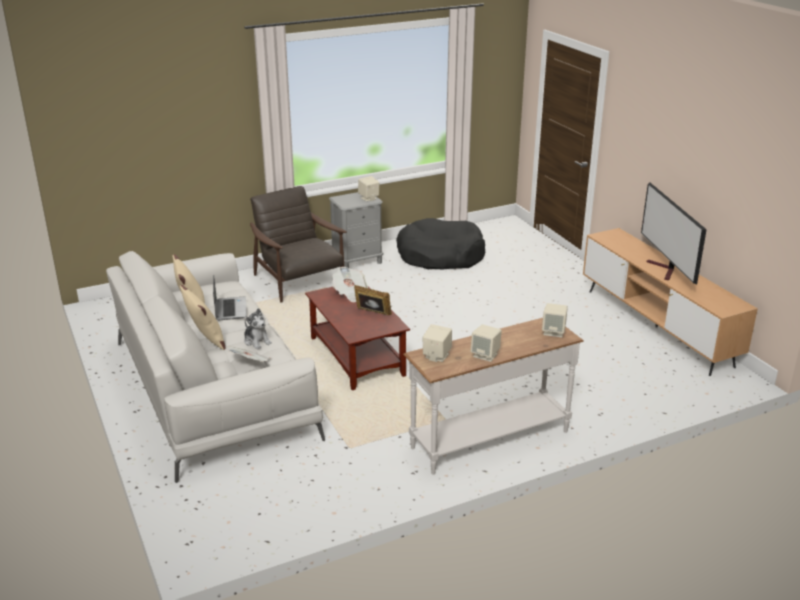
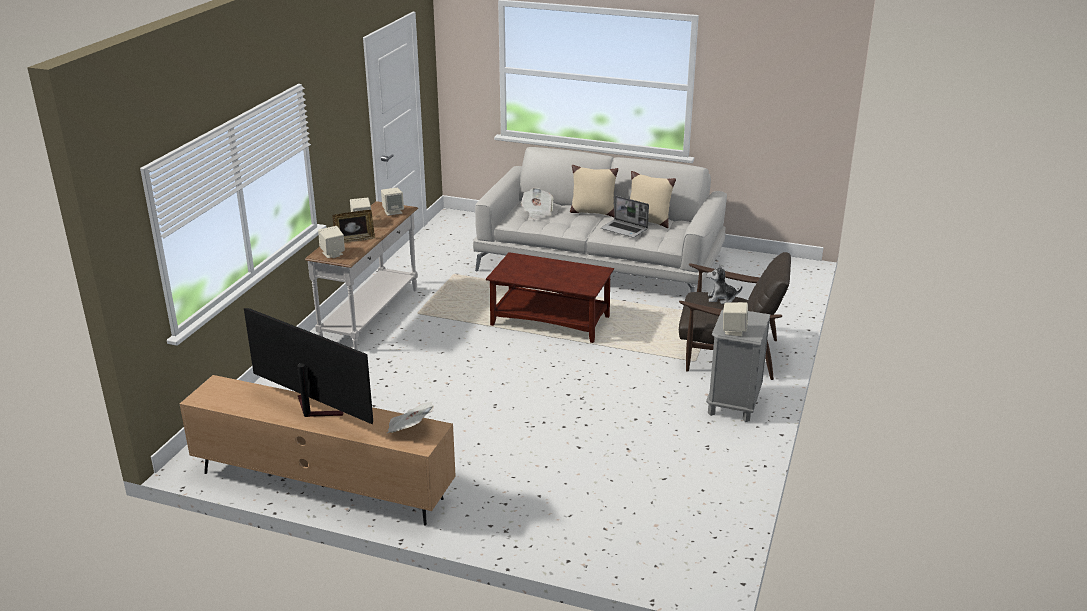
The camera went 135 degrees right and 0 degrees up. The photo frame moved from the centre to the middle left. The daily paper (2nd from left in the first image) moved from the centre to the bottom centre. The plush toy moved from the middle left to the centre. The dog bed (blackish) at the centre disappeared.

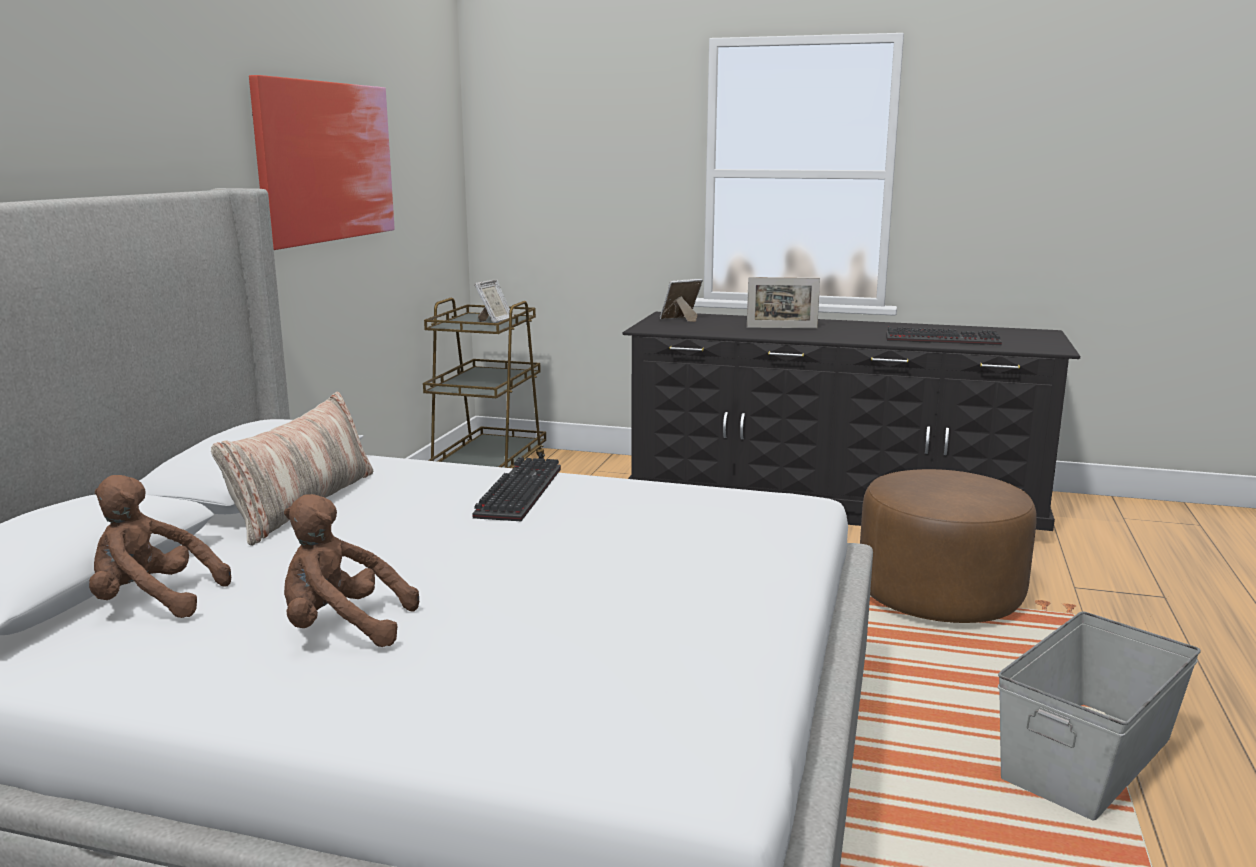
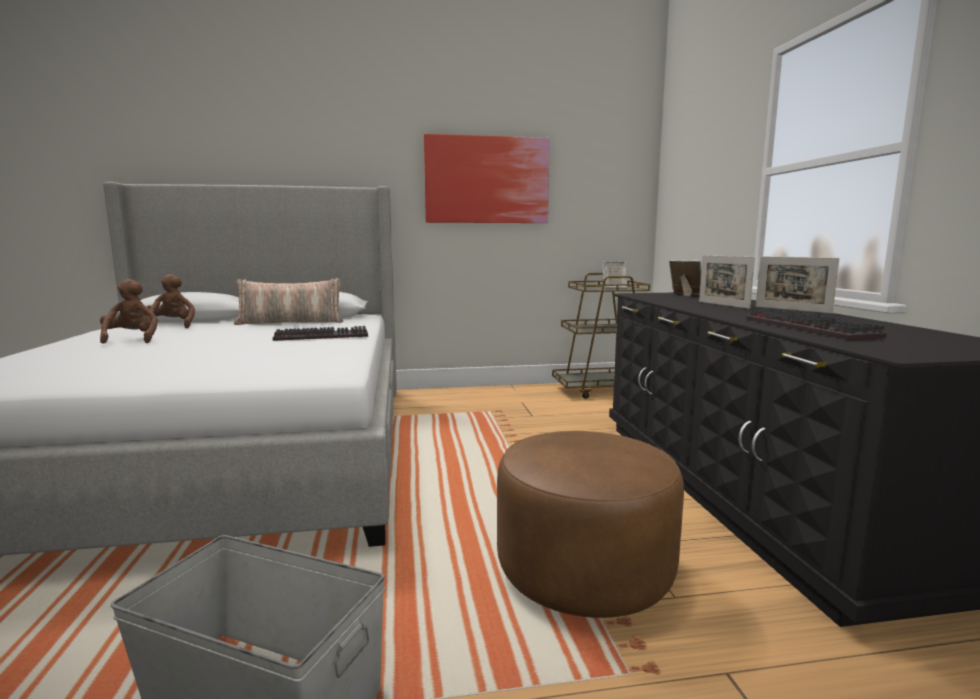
The camera went 65 degrees right and 5 degrees down. The photo frame (4th from left) at the middle right appeared.

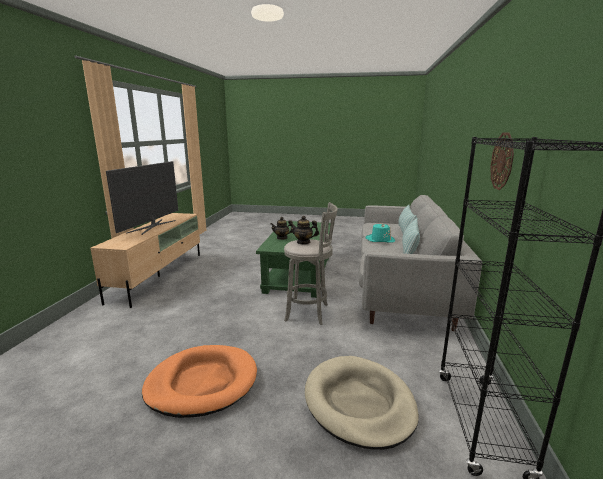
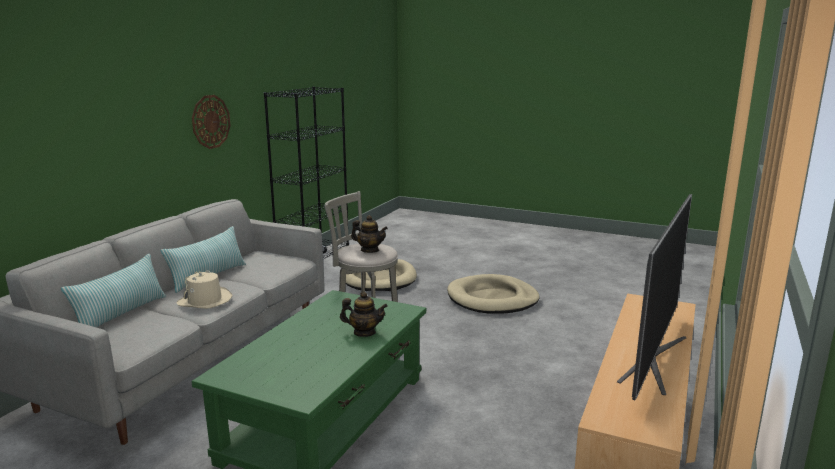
The camera went 165 degrees left and 0 degrees up. The clothing hat (blue-green) at the centre became the clothing hat (beige-coloured) at the middle left. The dog bed (orange-coloured) at the bottom left became the dog bed (beige-coloured) (2nd from left) at the centre.

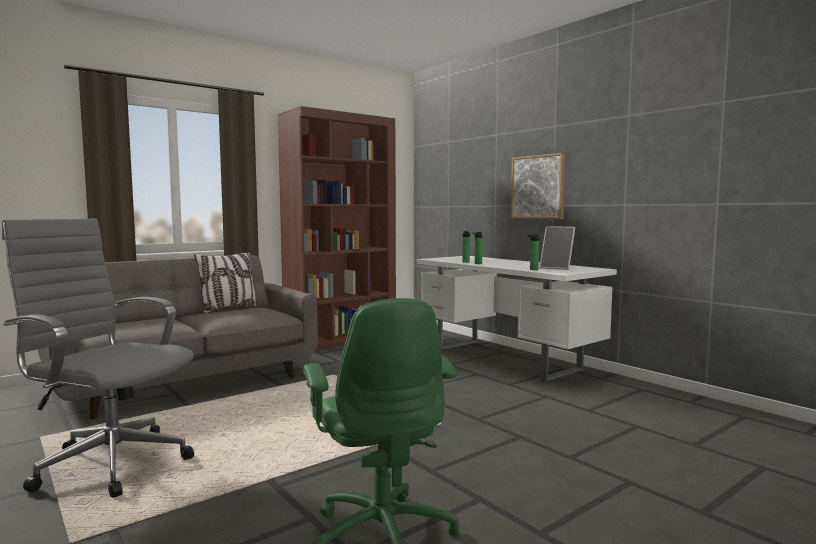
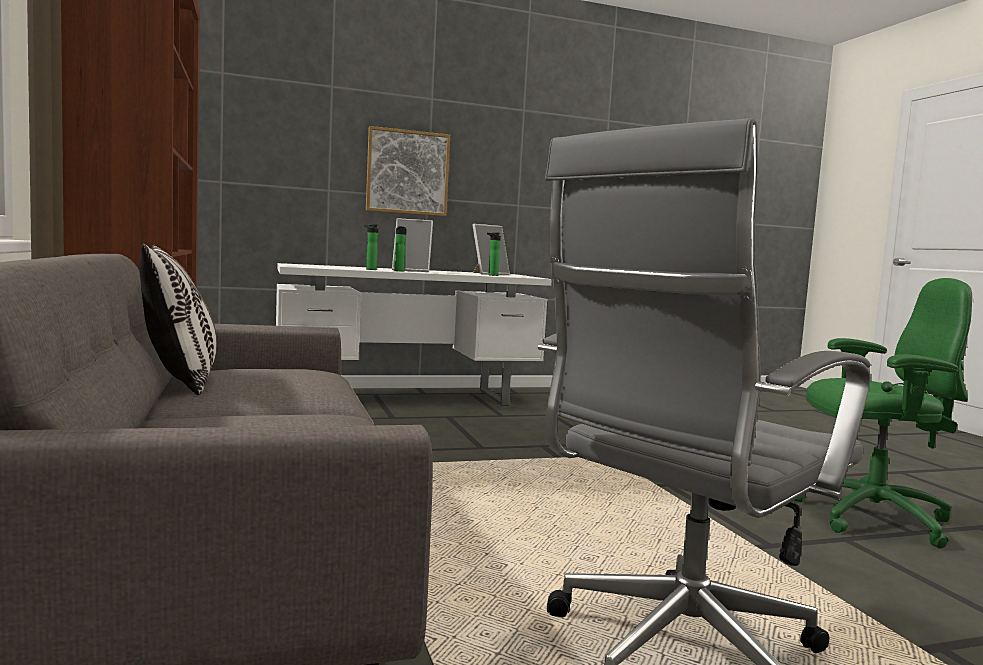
The camera went 70 degrees left and 0 degrees up. The photo frame (1st from left) at the centre appeared.

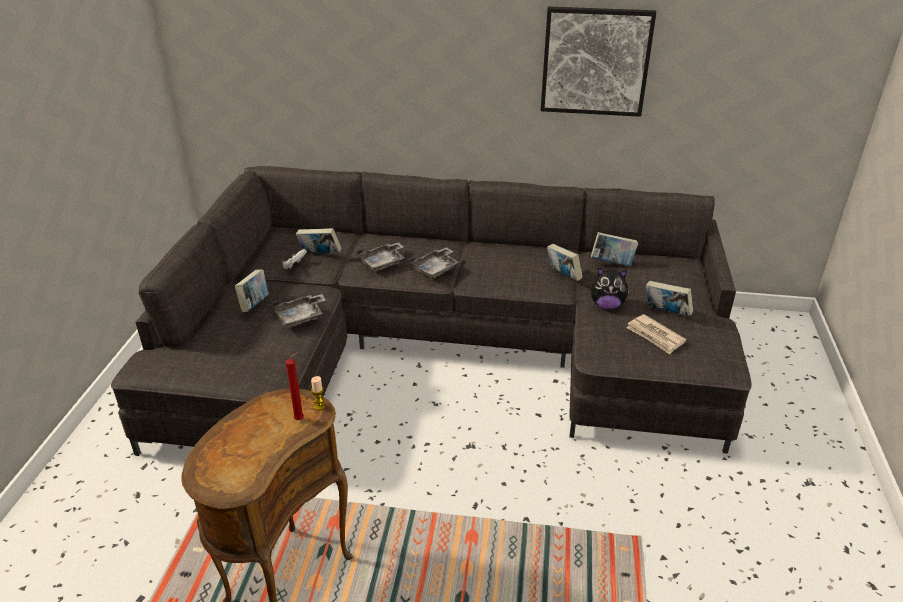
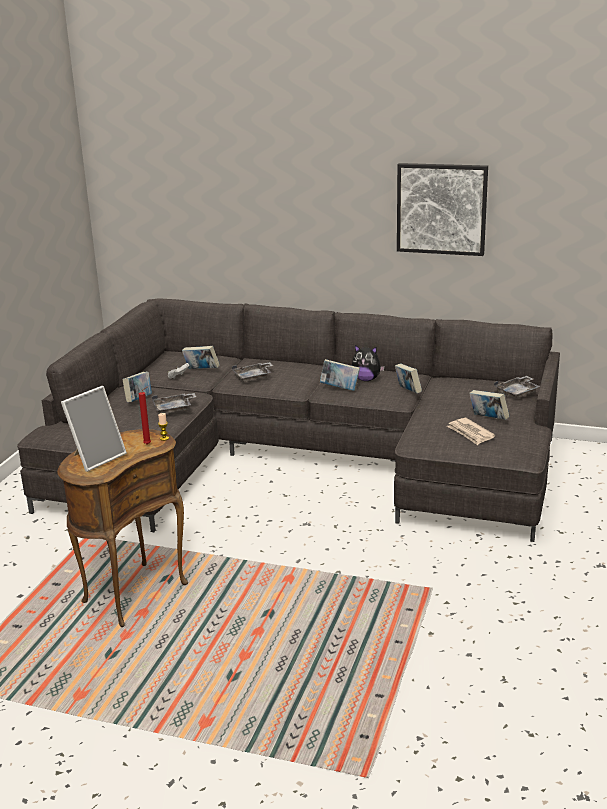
The camera went 10 degrees right and 10 degrees down. The photo frame at the middle left appeared. The book (4th from left in the first image) moved from the middle right to the centre. The plush toy moved from the middle right to the centre. The serving tray (gray) (3rd from left) moved from the centre to the middle right.

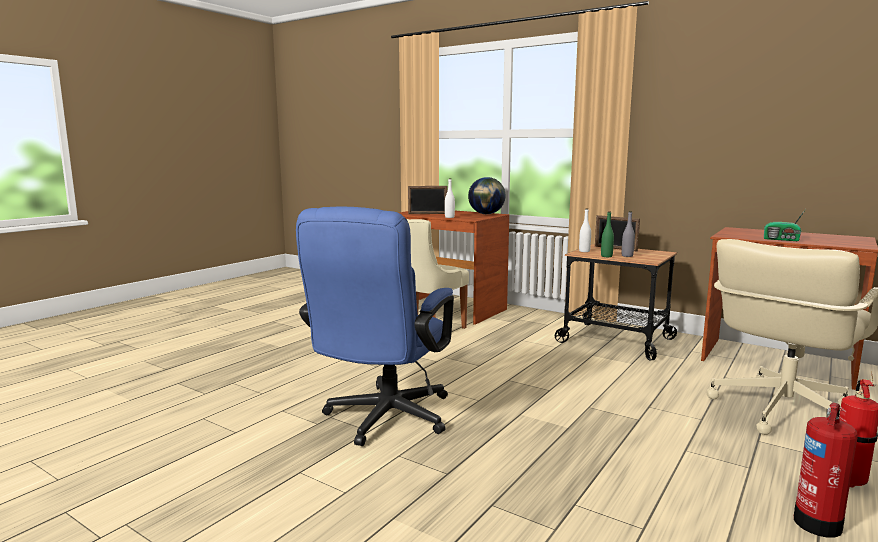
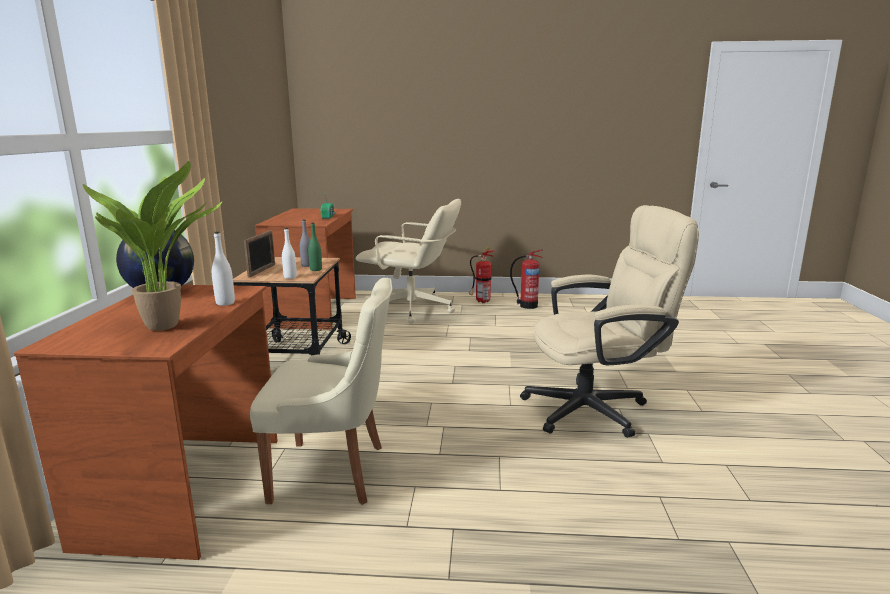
The camera went 120 degrees left and 5 degrees up. The photo frame (1st from left) at the centre was replaced by the houseplant at the middle left. The computer chair (bluish) at the centre became the computer chair (beige-coloured) (2nd from left) at the middle right.

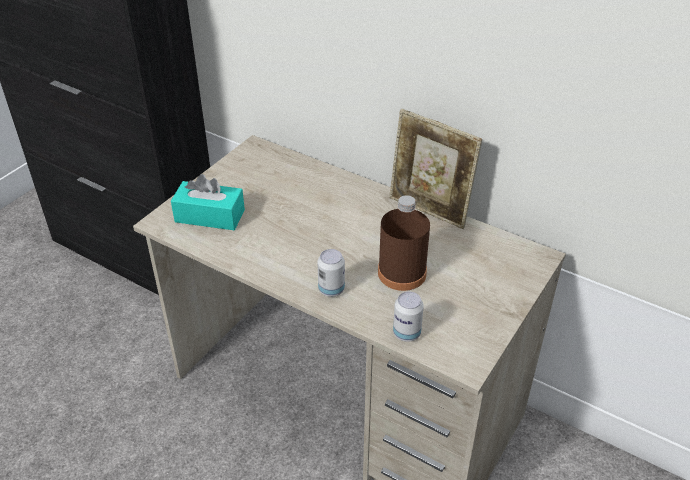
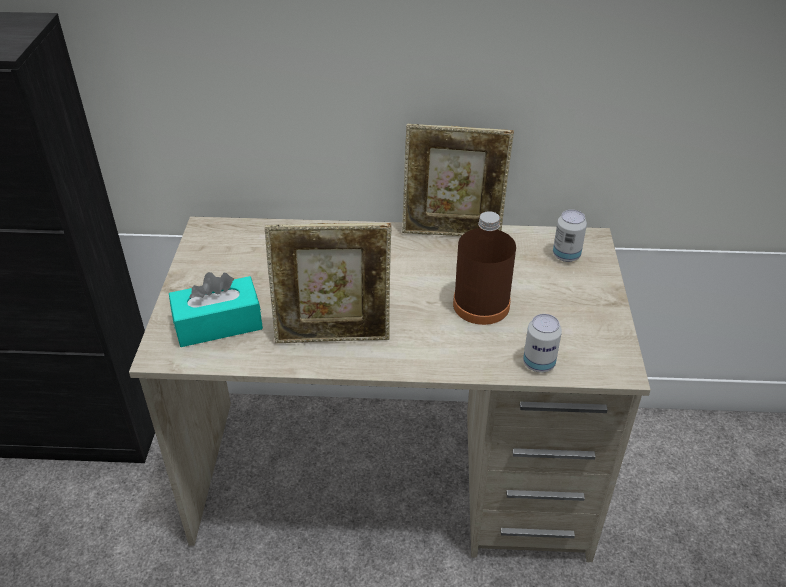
The camera went 30 degrees left and 0 degrees up. The photo frame (1st from left) at the centre appeared. The can (1st from left in the first image) moved from the centre to the middle right.

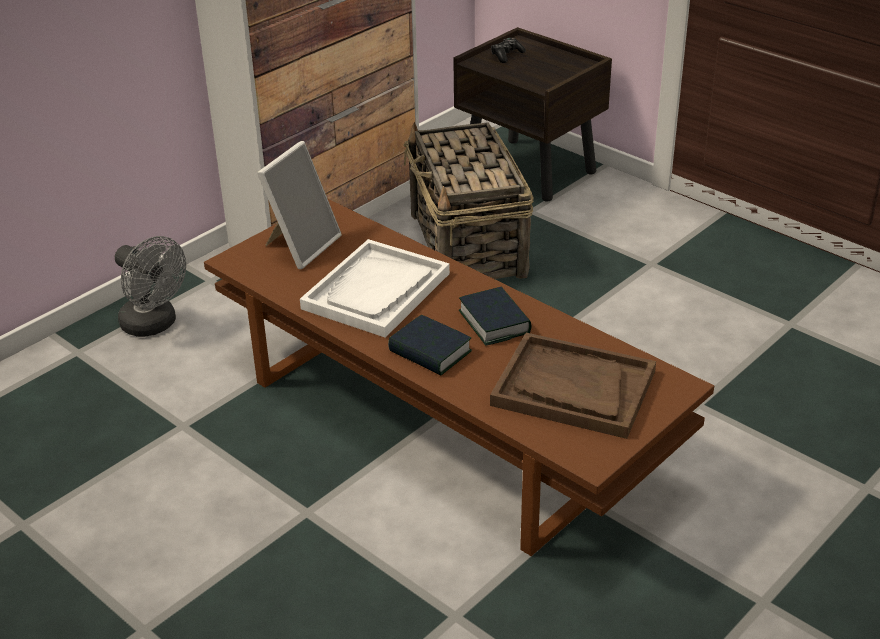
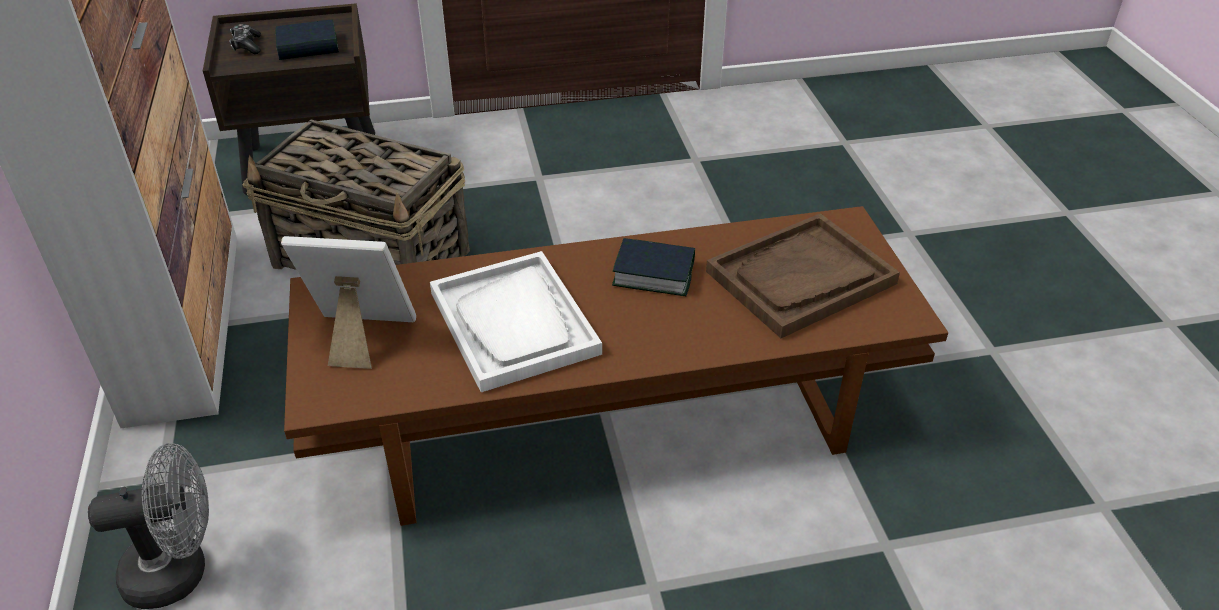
The camera went 55 degrees left and 5 degrees up. The book (1st from left) moved from the centre to the top left. The photo frame at the top centre turned 60 degrees counterclockwise.

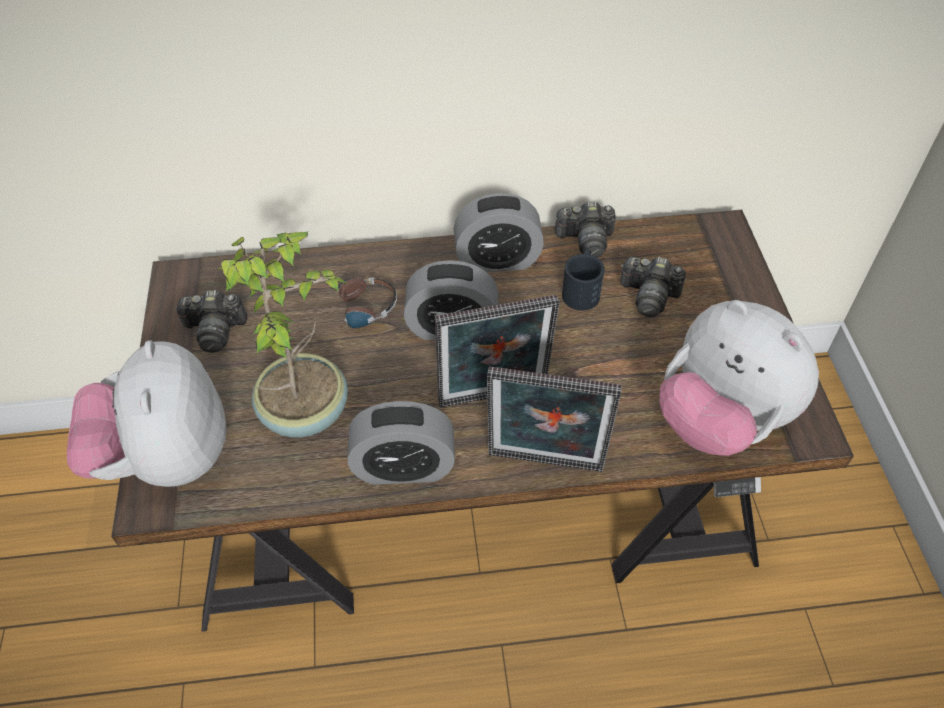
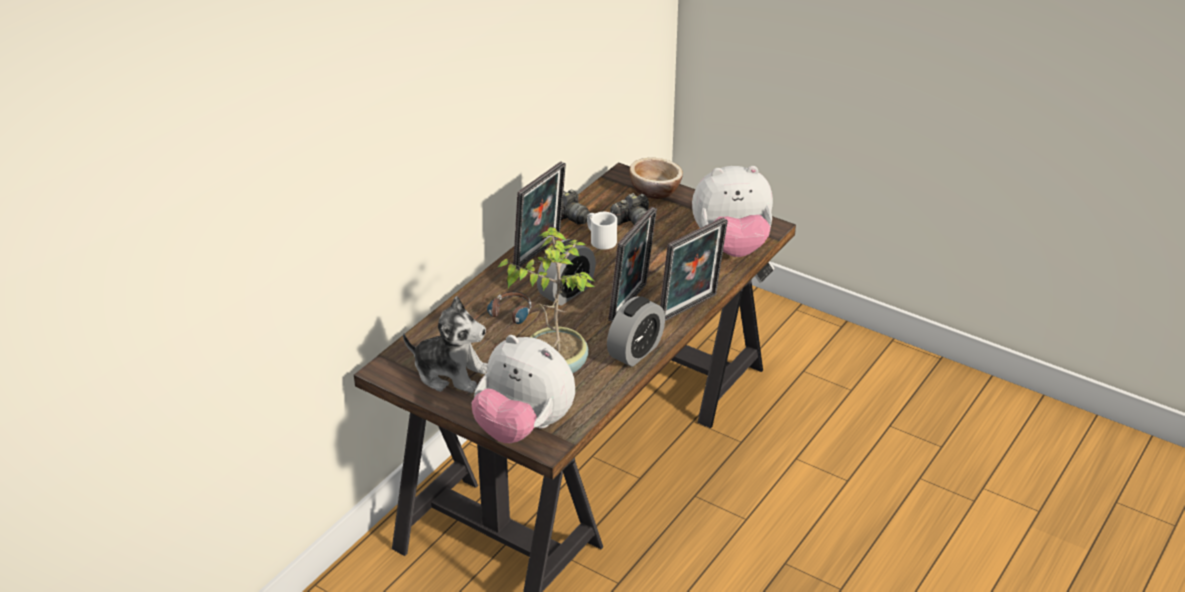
The camera went 50 degrees left and 15 degrees down. The still camera (1st from left) at the middle left was replaced by the plush toy (1st from left) at the centre. The alarm clock (3rd from left) at the top centre was replaced by the photo frame (1st from left) at the centre. The mug (blackish) at the centre became the mug (white) at the centre. The bowl at the top centre appeared.

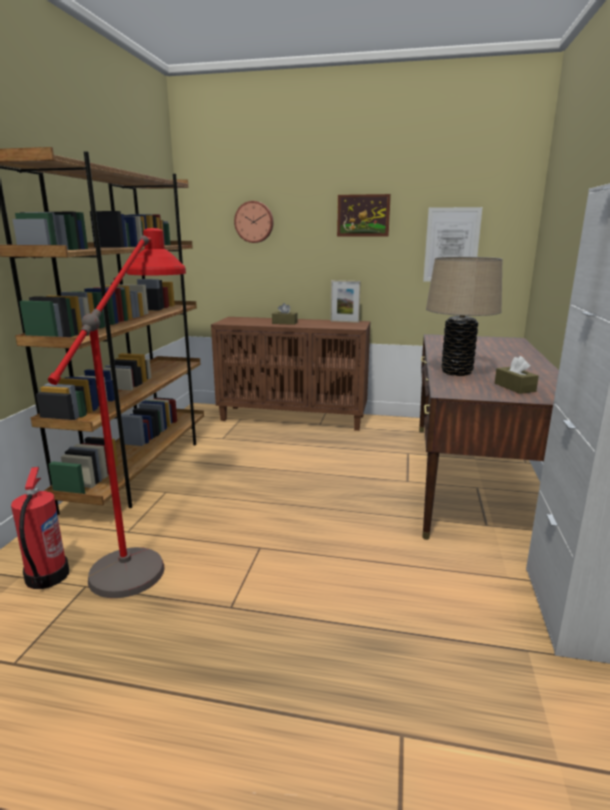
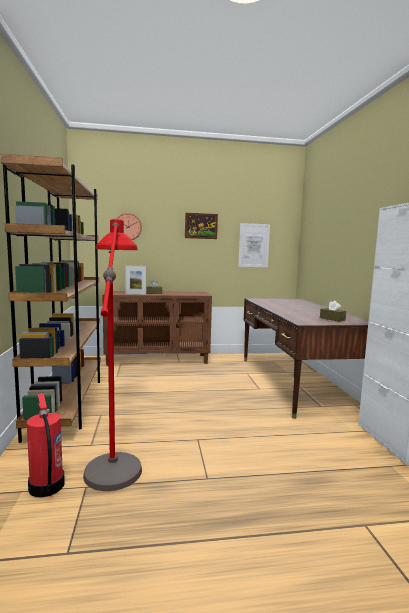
The camera went 20 degrees left and 10 degrees down. The photo frame moved from the centre to the middle left. The lamp for a table (beige-coloured) at the middle right disappeared.

